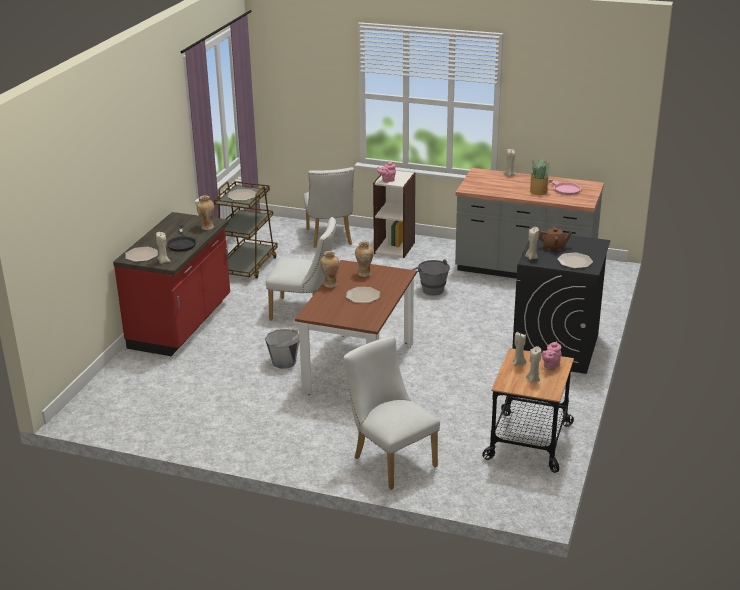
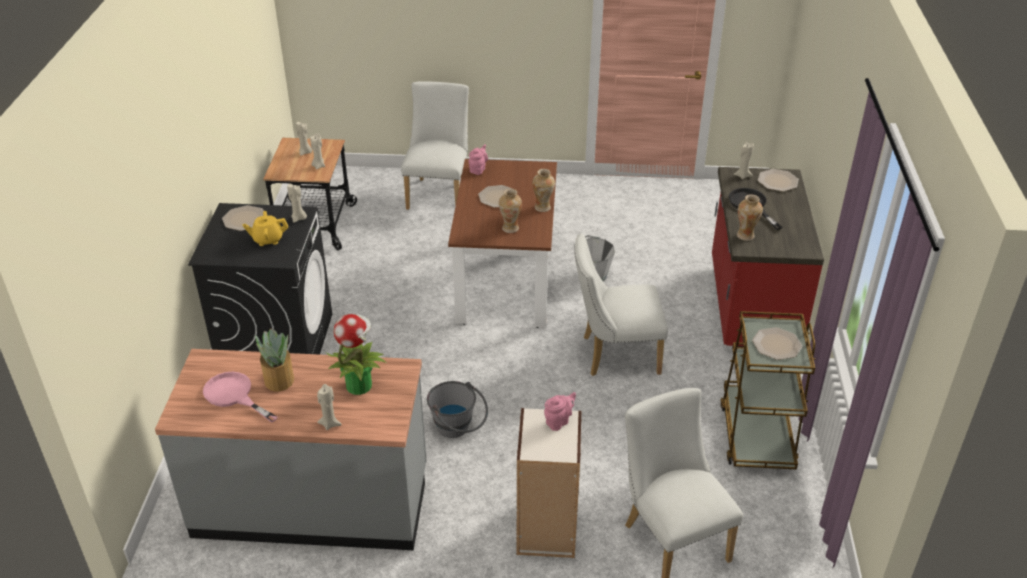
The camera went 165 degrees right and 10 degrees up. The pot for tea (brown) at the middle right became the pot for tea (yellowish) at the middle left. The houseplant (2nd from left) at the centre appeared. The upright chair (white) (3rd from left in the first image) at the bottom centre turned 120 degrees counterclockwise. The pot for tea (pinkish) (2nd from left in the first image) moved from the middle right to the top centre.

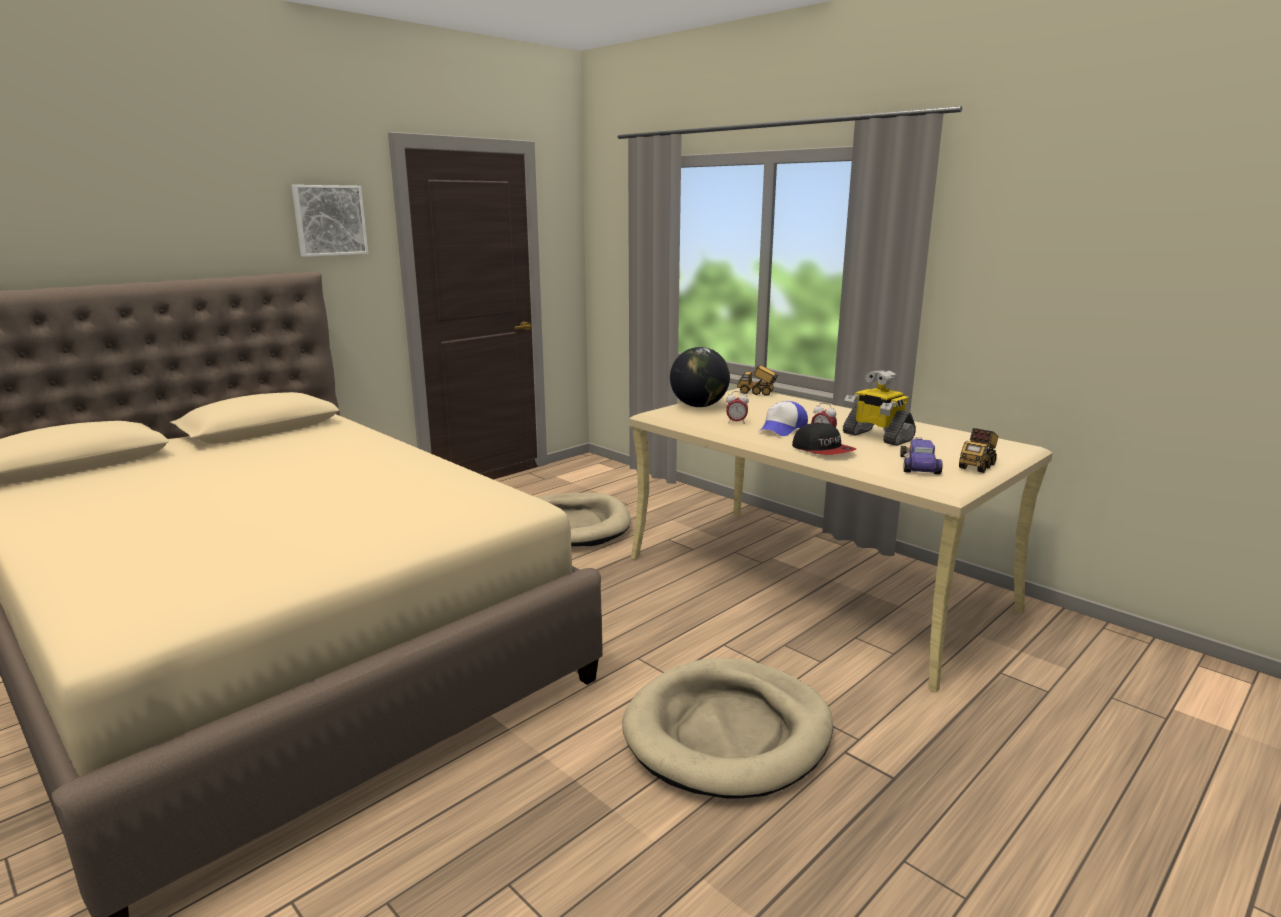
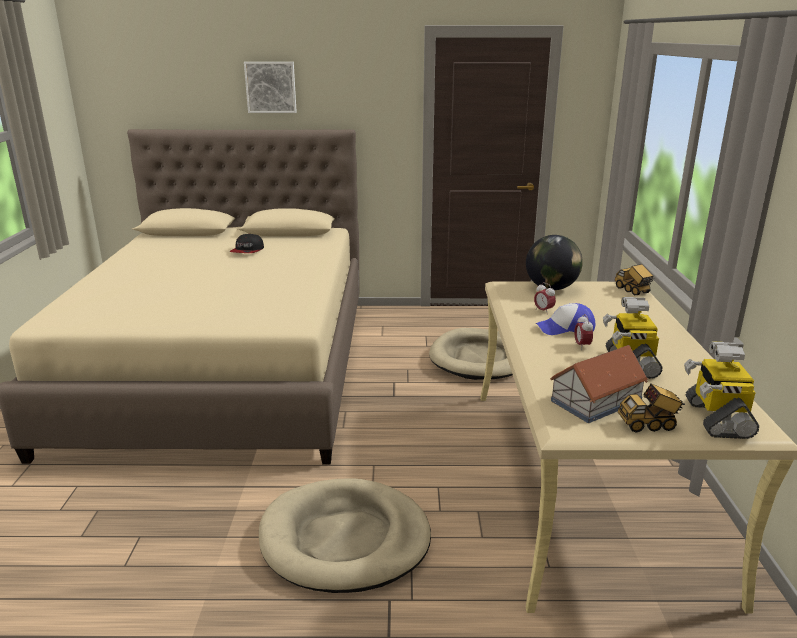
The camera went 45 degrees right and 5 degrees up. The peaked cap (2nd from left in the first image) moved from the centre to the middle left. The picture moved from the top left to the top centre. The model car at the middle right was replaced by the model house at the middle right. The toy robot (2nd from left) at the middle right appeared.

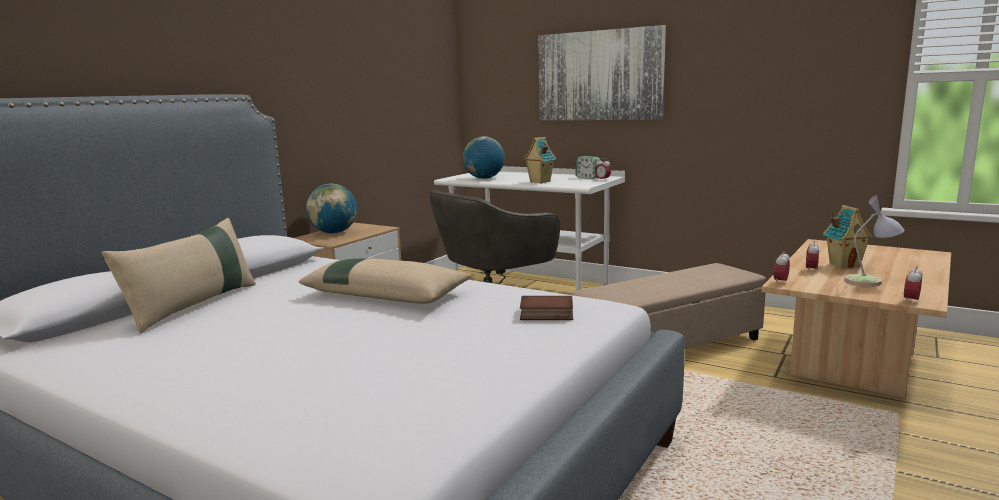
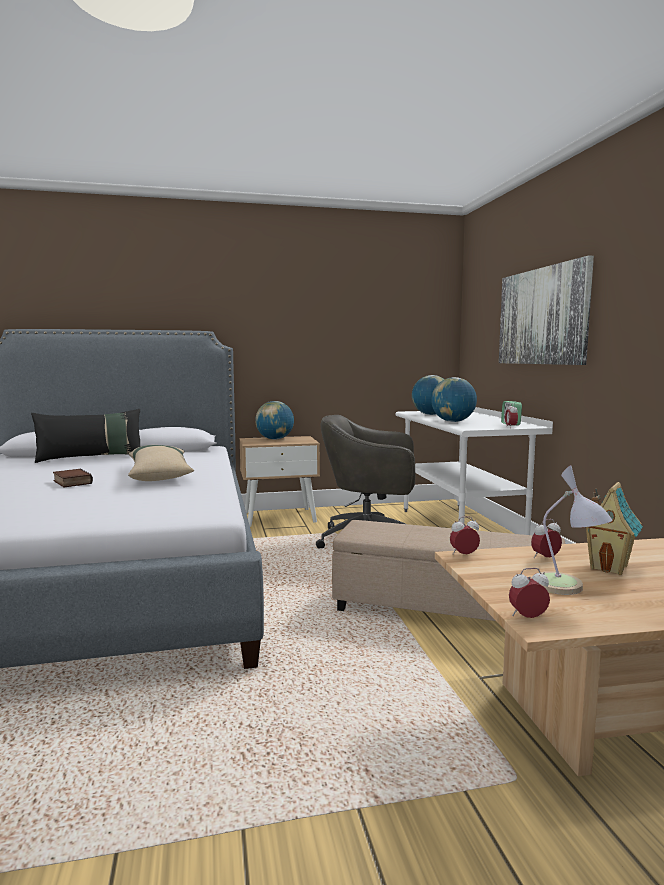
The camera went 45 degrees right and 5 degrees down. The pillow (beige-coloured) (1st from left) at the middle left became the pillow (blackish) at the middle left. The book moved from the centre to the middle left. The model house (1st from left) at the top centre was replaced by the desk globe (3rd from left) at the middle right.

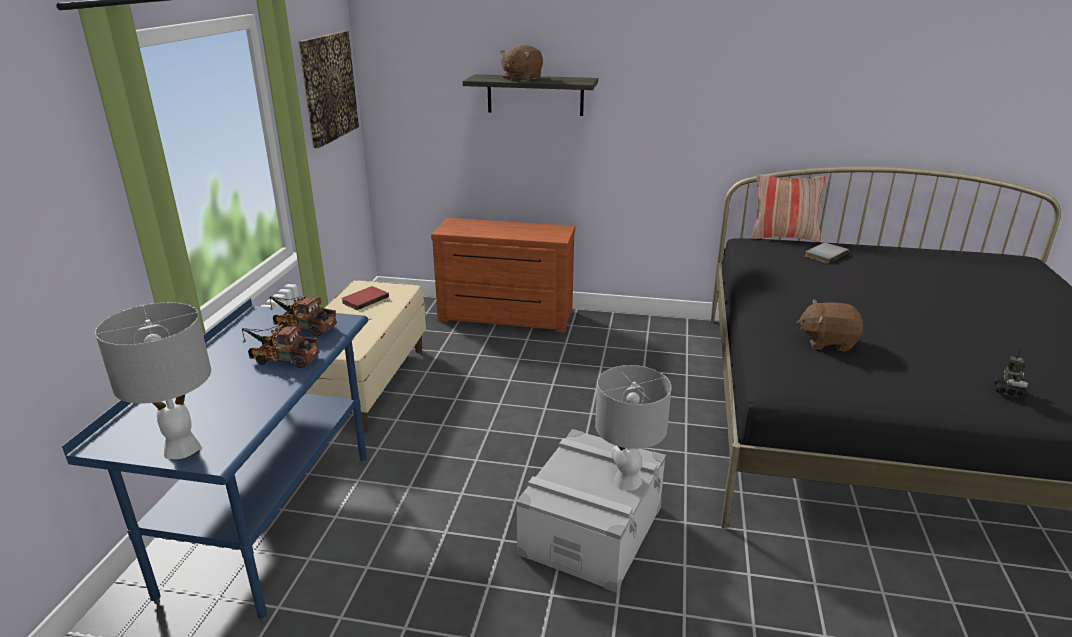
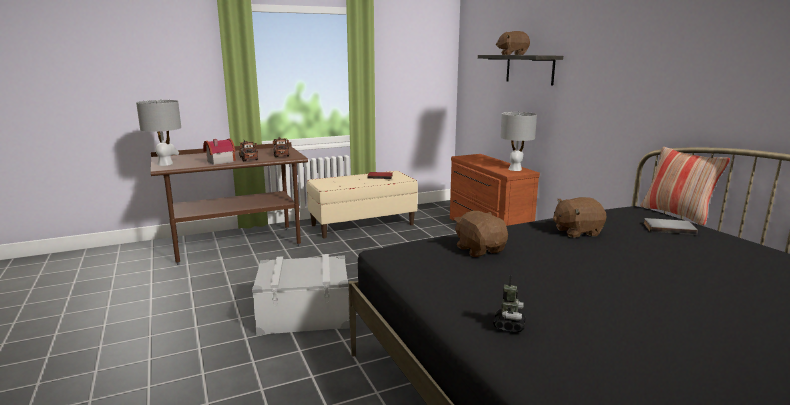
The camera went 55 degrees right and 10 degrees down. The desk table (bluish) at the bottom left became the desk table (brown) at the middle left. The model house at the middle left appeared. The toy robot at the middle right turned 60 degrees counterclockwise. The lamp for a table (gray) (2nd from left) moved from the bottom centre to the centre. The plush toy (brown) (3rd from left) at the middle right appeared. The picture at the top left disappeared.

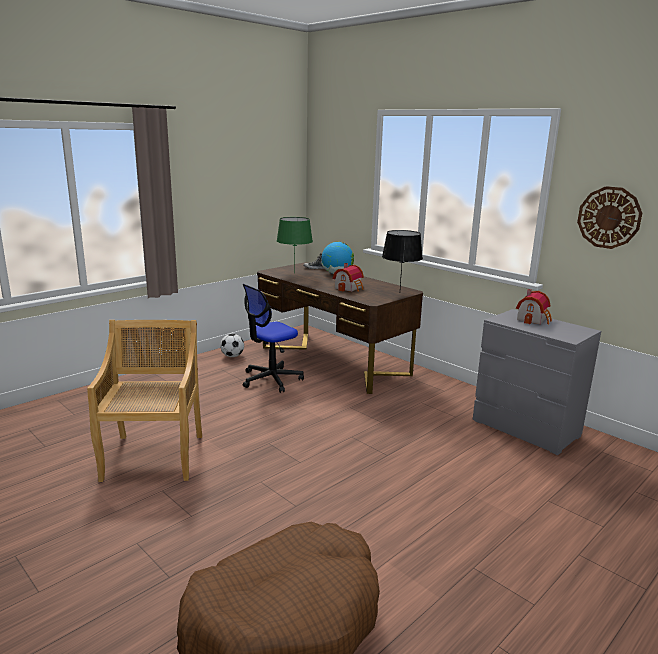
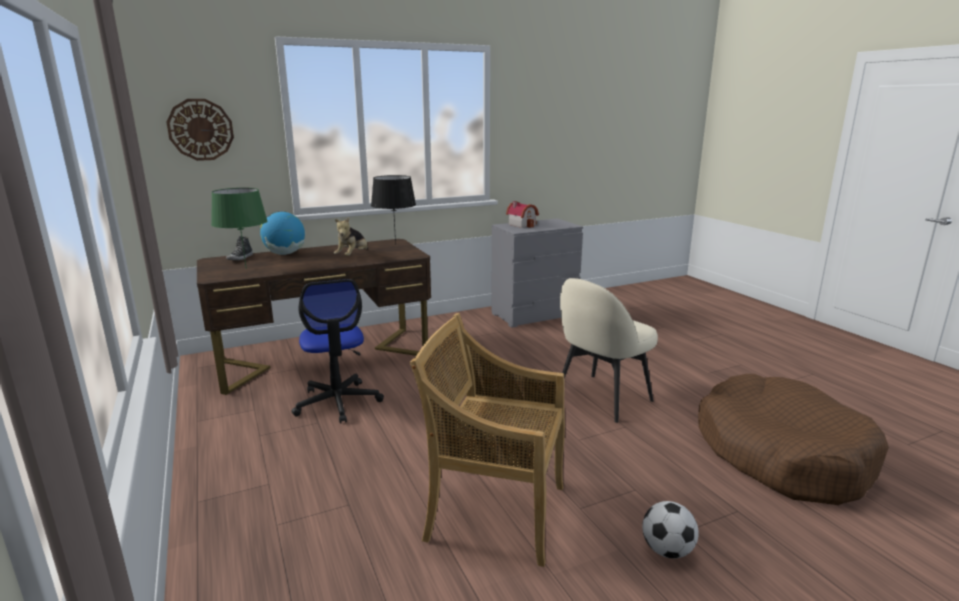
The camera went 70 degrees left and 0 degrees up. The clock on the wall moved from the top right to the top left. The model house (1st from left) at the centre was replaced by the plush toy at the centre. The upright chair (beige-coloured) (2nd from left) at the centre appeared. The football moved from the centre to the bottom right.

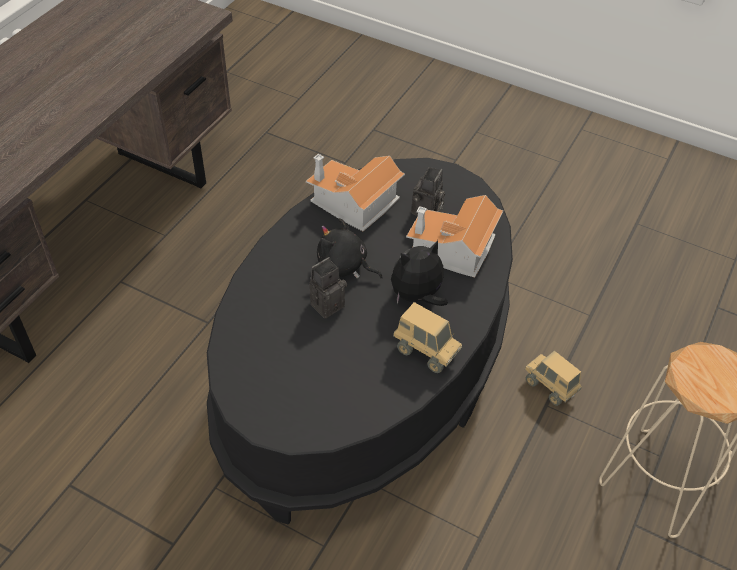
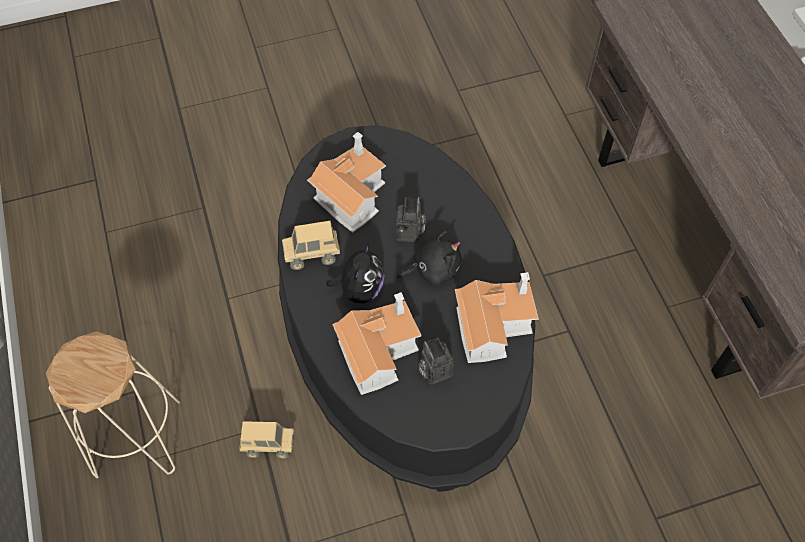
The camera went 135 degrees right and 10 degrees up. The model house (1st from left) at the centre appeared.

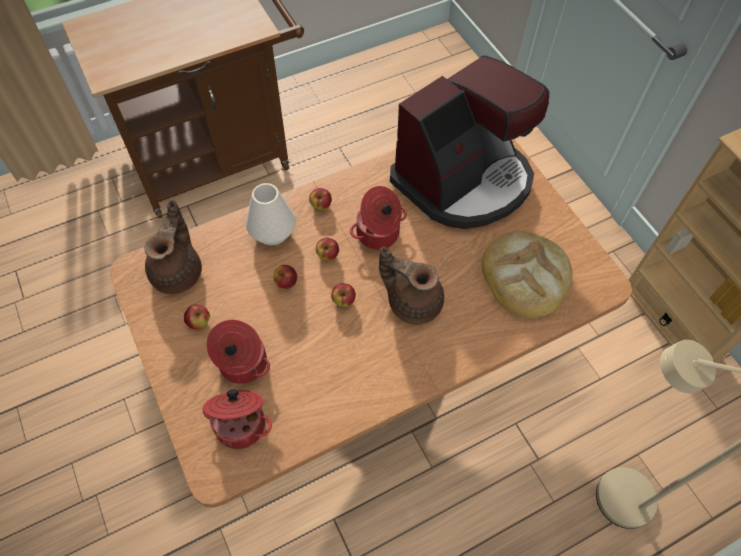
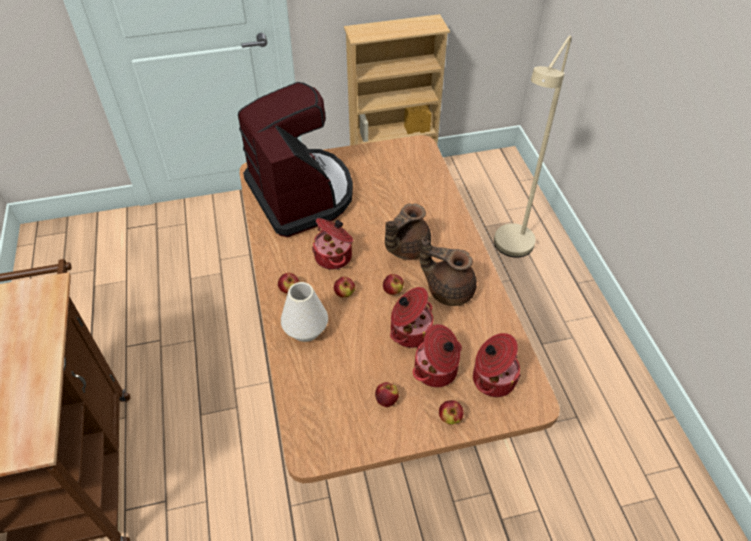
The camera went 75 degrees left and 10 degrees down. The stockpot (2nd from left) at the centre appeared. The pot for tea (brown) (1st from left in the first image) moved from the middle left to the centre. The whole apple (2nd from left in the first image) moved from the centre to the bottom centre. The baked bread at the middle right disappeared.

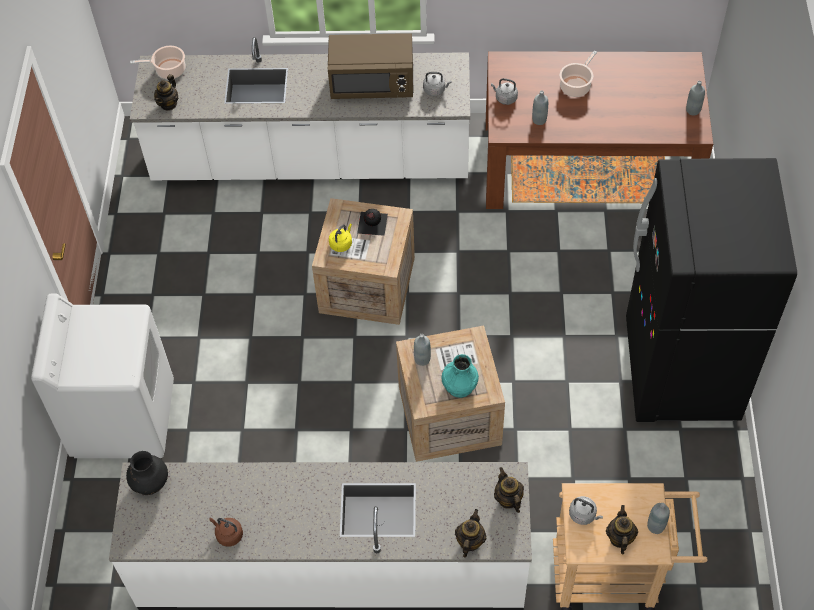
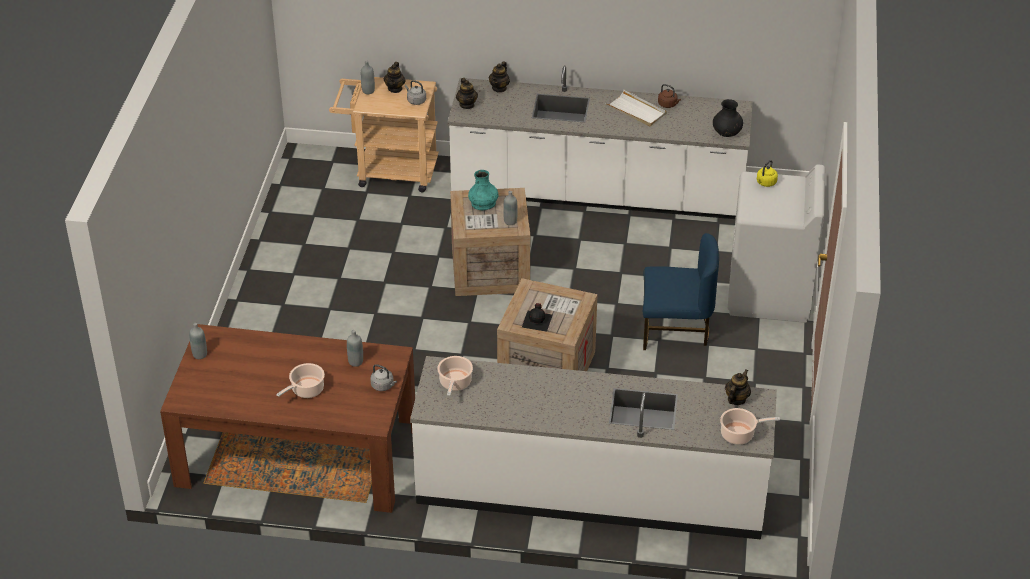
The camera went 175 degrees left and 15 degrees down. The water kettle (gray) (1st from left) at the top centre was replaced by the stockpot (2nd from left) at the centre. The serving tray (white) at the top centre appeared. The upright chair (bluish) at the centre appeared. The water kettle (yellowish) moved from the centre to the top right. The microwave oven (brown) at the top centre disappeared. The kitchen fridge (blackish) at the middle right disappeared.

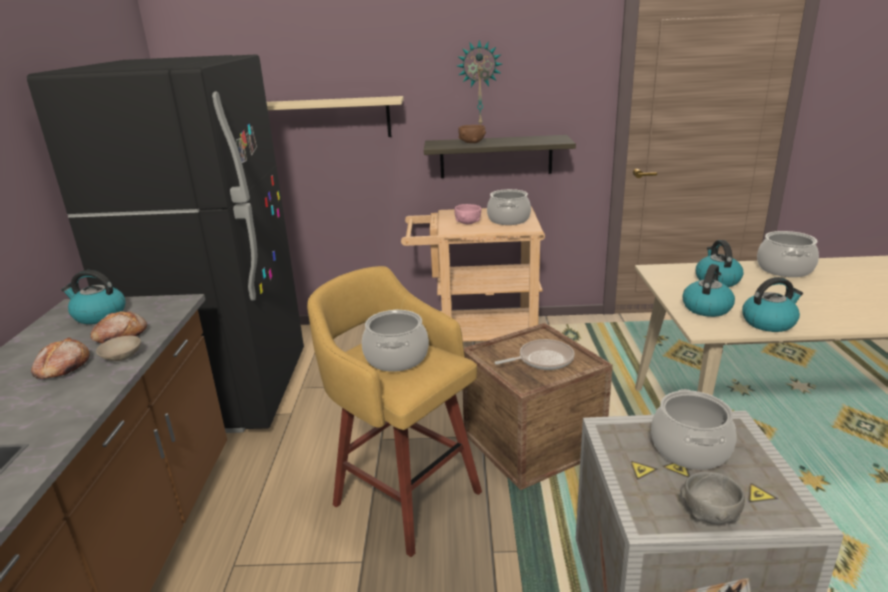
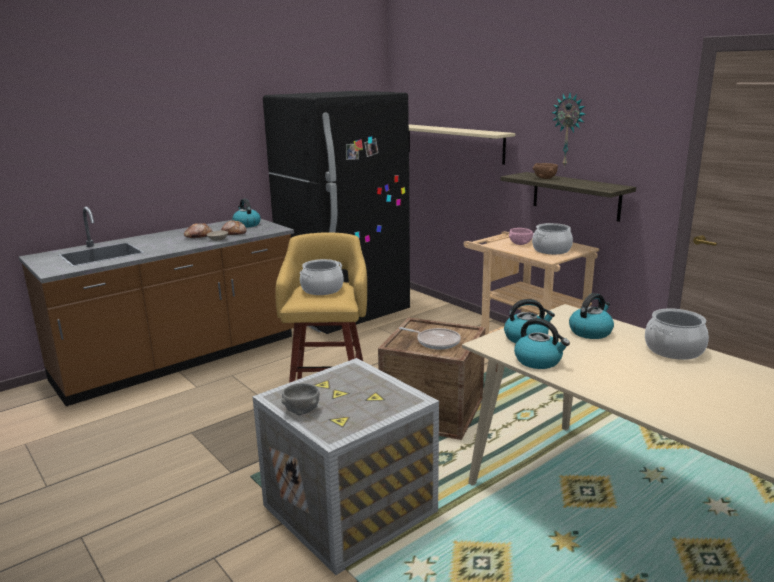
The camera went 50 degrees right and 5 degrees down. The stockpot (3rd from left) at the bottom right disappeared.

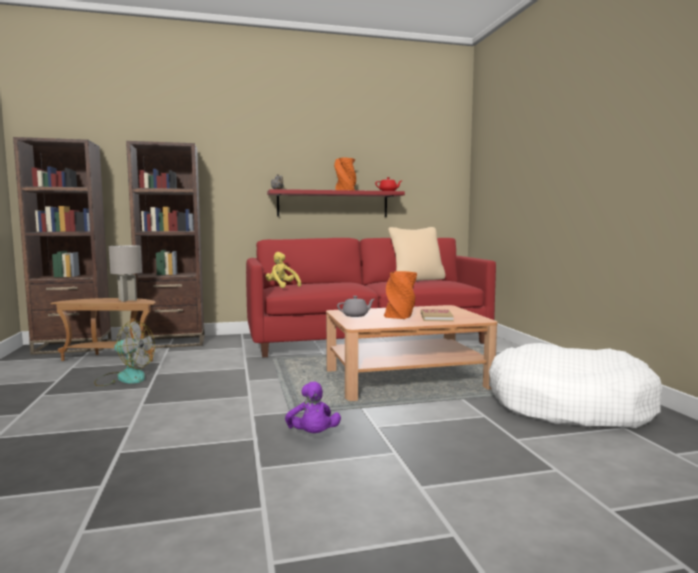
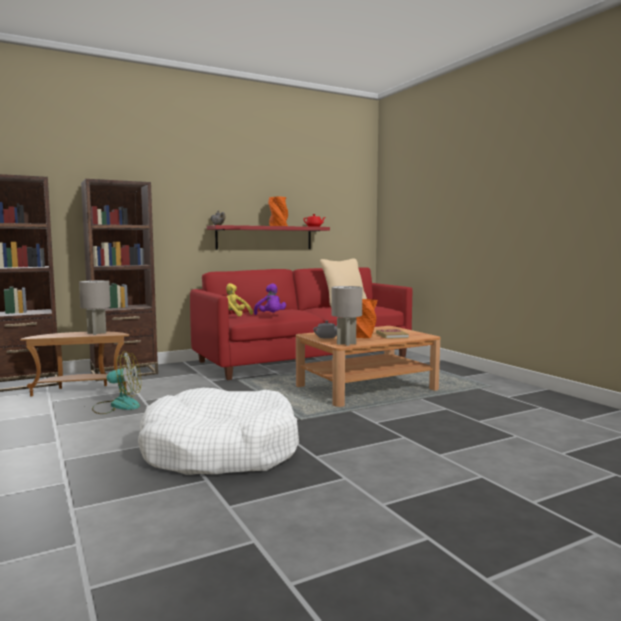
The camera went 15 degrees left and 0 degrees up. The dog bed (white) moved from the bottom right to the bottom centre. The plush toy (purplish) moved from the bottom centre to the centre. The lamp for a table (gray) (2nd from left) at the centre appeared.

